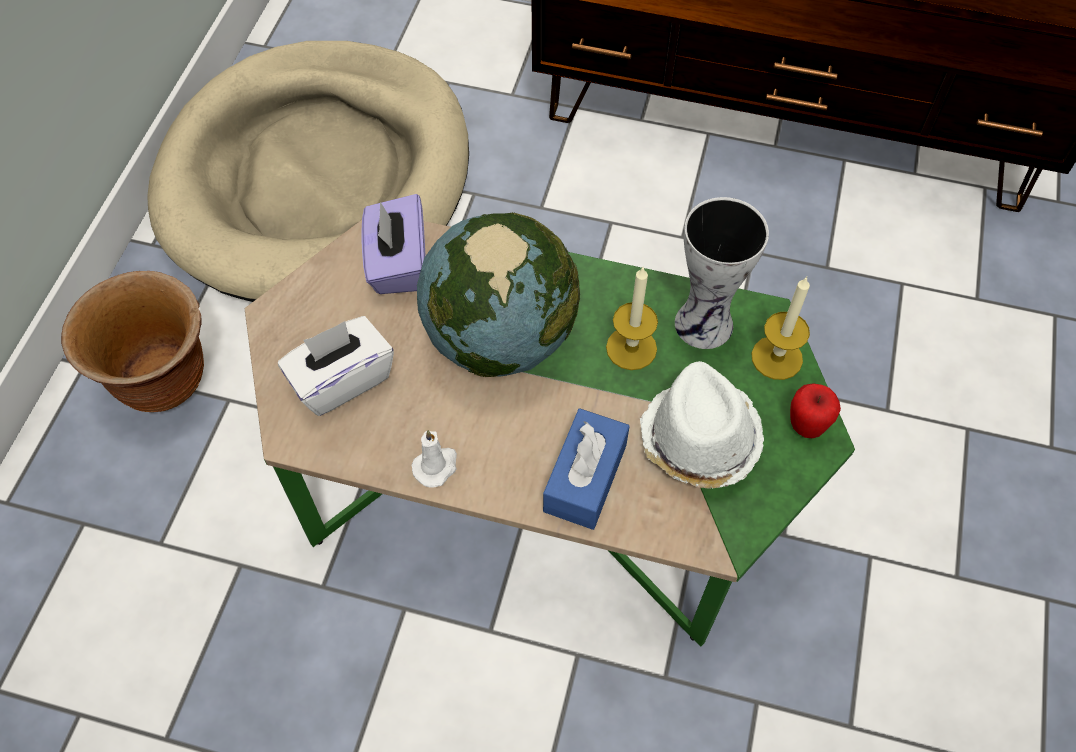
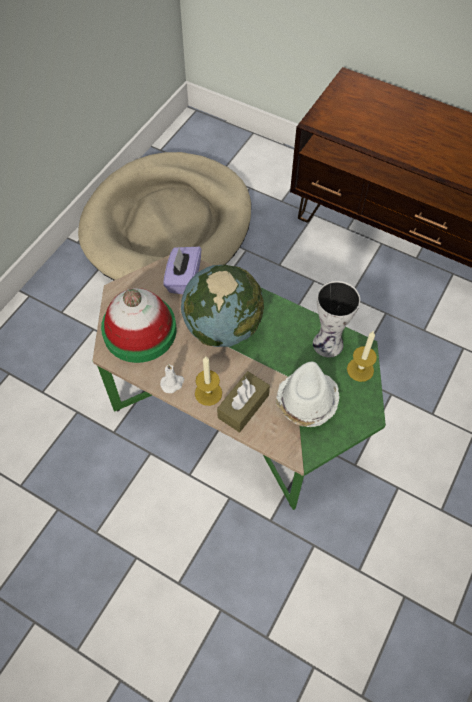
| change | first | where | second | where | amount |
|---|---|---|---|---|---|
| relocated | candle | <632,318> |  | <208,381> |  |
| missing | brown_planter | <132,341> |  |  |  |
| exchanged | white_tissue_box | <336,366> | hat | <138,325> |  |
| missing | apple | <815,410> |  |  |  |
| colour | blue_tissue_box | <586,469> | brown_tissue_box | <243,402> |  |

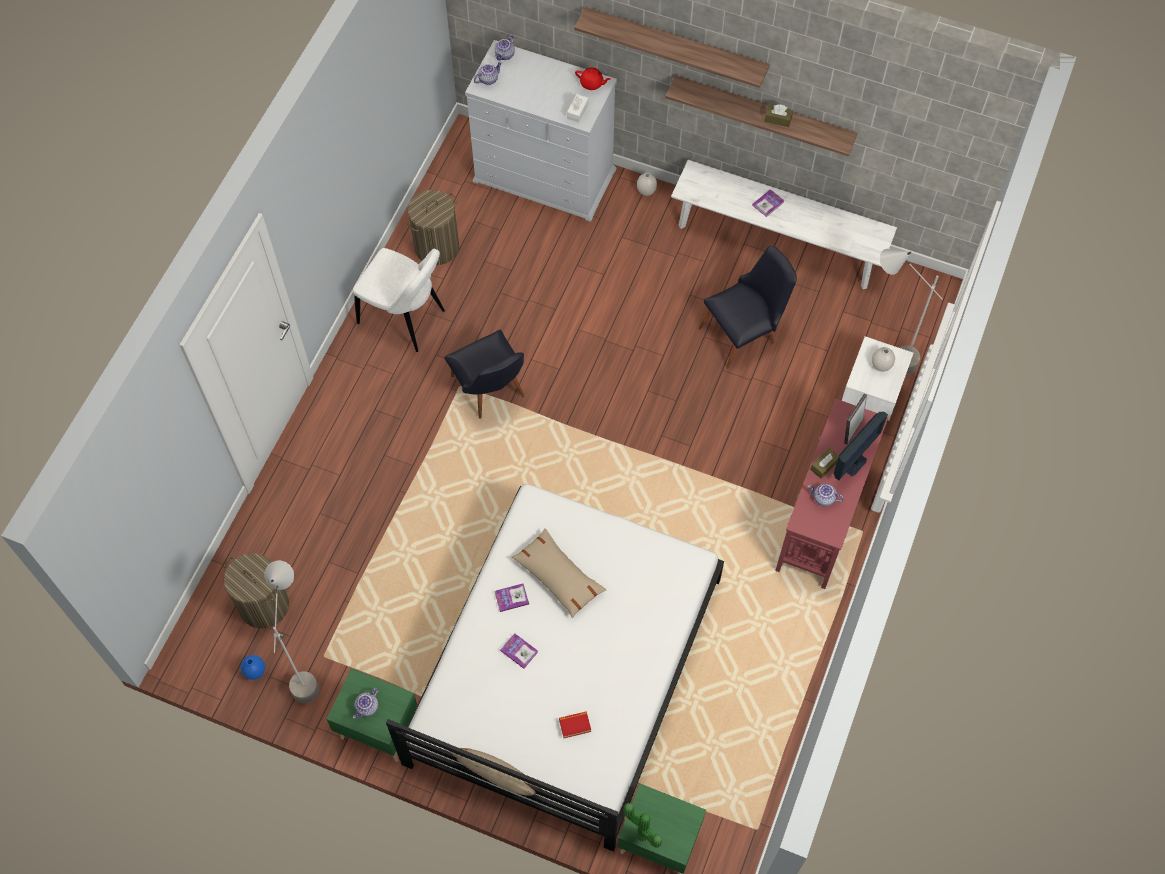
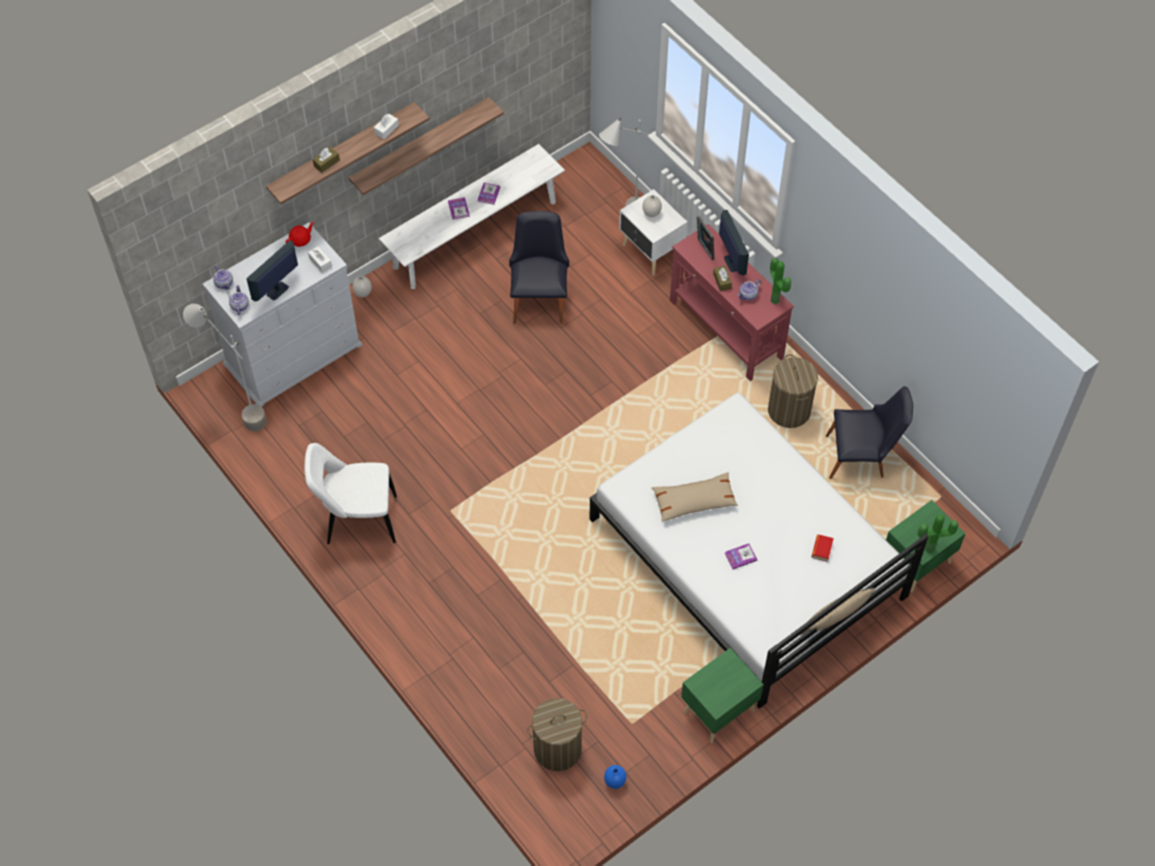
| change | first | where | second | where | amount |
|---|---|---|---|---|---|
| relocated | brown_tissue_box | <778,115> |  | <326,160> |  |
| relocated | laundry_basket | <433,227> |  | <793,391> |  |
| spun | white_chair | <398,300> |  | <350,493> | 150 degrees counterclockwise |
| relocated | black_chair | <485,374> |  | <869,432> |  |
| relocated | grey_floor_lamp | <291,632> |  | <225,368> |  |
| relocated | book | <512,597> |  | <488,194> |  |
| missing | teapot | <366,703> |  |  |  |
| appeared |  |  | white_tissue_box | <386,126> |  |
| appeared |  |  | monitor | <272,270> |  |
| appeared |  |  | potted_plant | <780,281> |  |

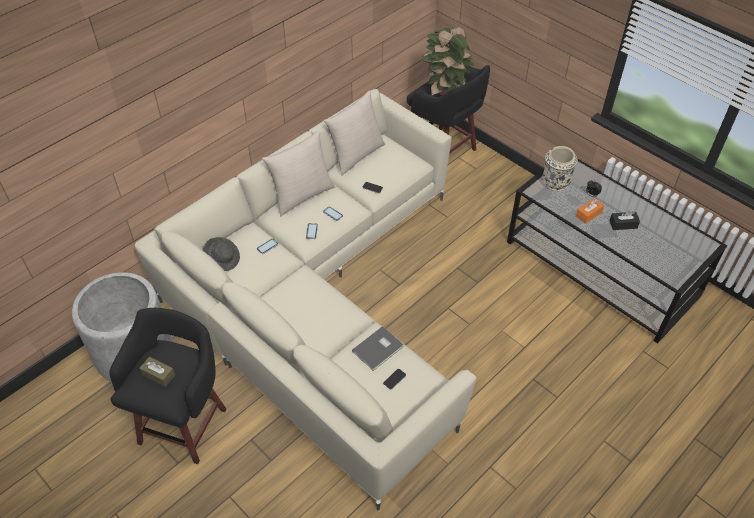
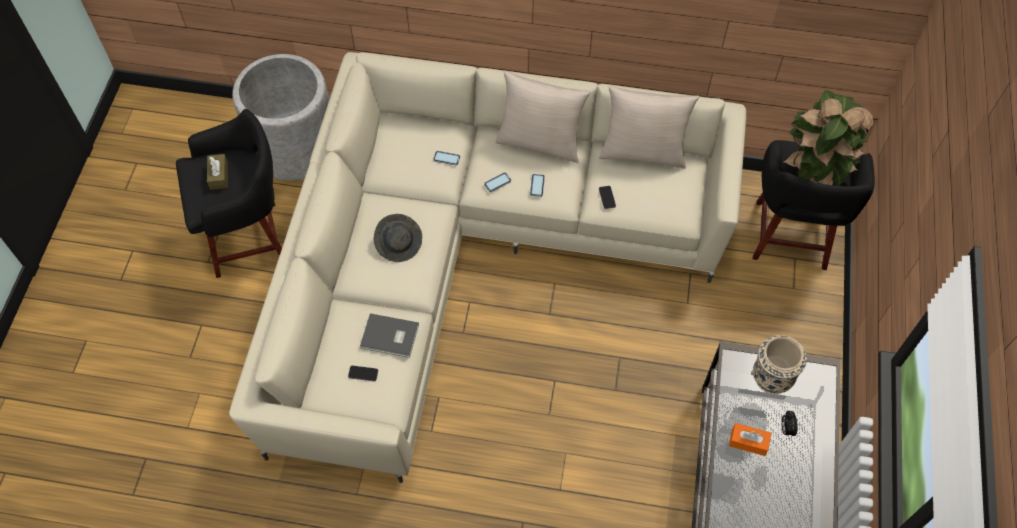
| change | first | where | second | where | amount |
|---|---|---|---|---|---|
| missing | black_tissue_box | <625,220> |  |  |  |
| relocated | grey_hat | <221,254> |  | <398,238> |  |

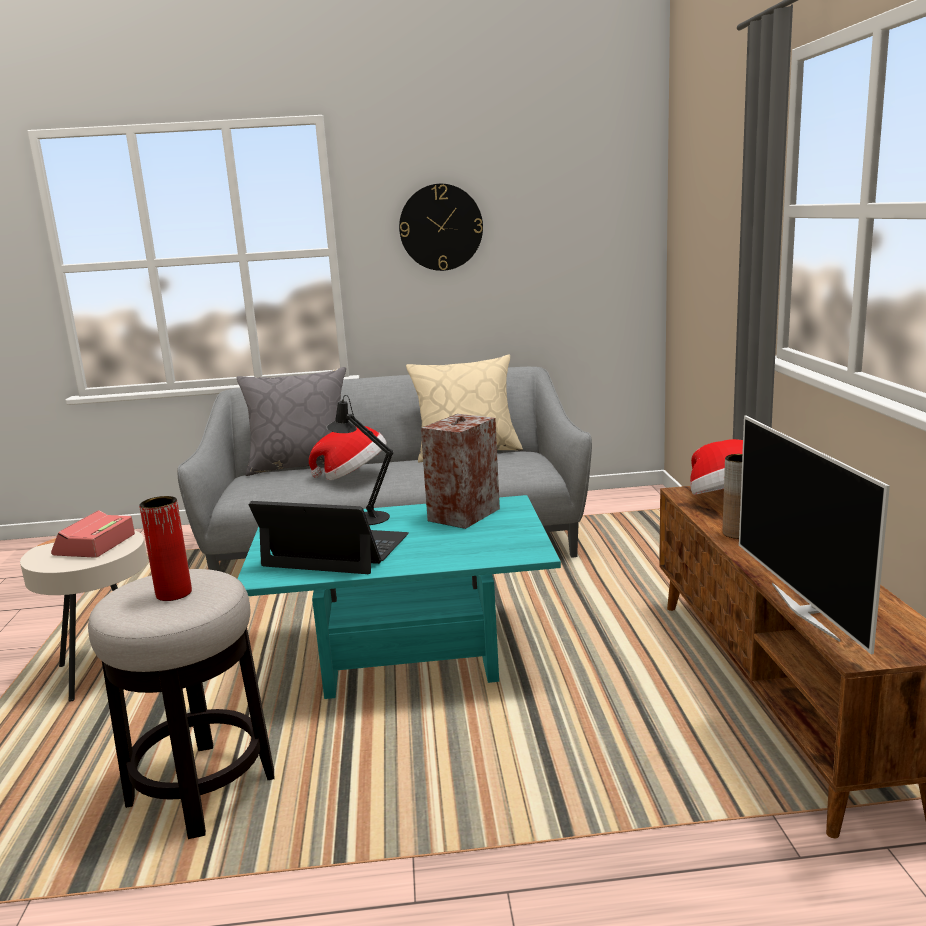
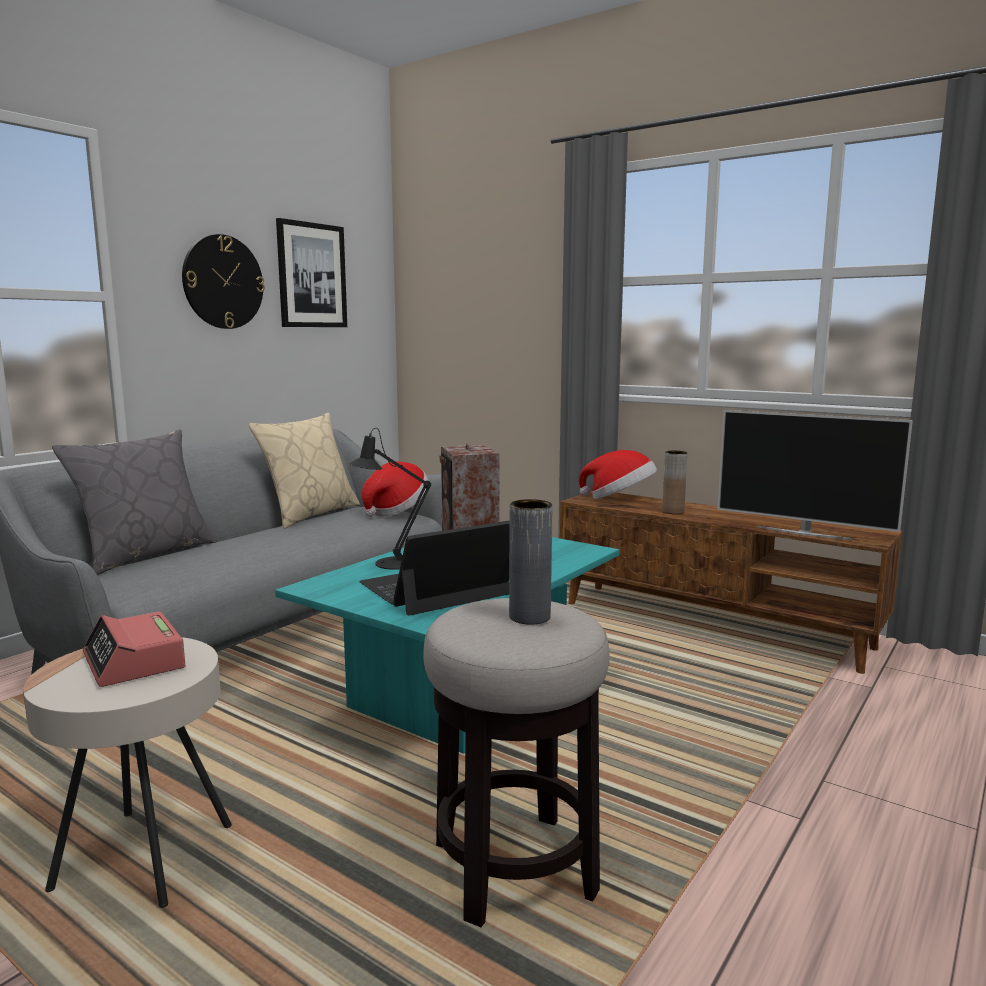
| change | first | where | second | where | amount |
|---|---|---|---|---|---|
| relocated | hat | <348,452> |  | <395,489> |  |
| colour | red_vase | <165,548> | grey_vase | <530,562> |  |
| appeared |  |  | picture | <311,272> |  |

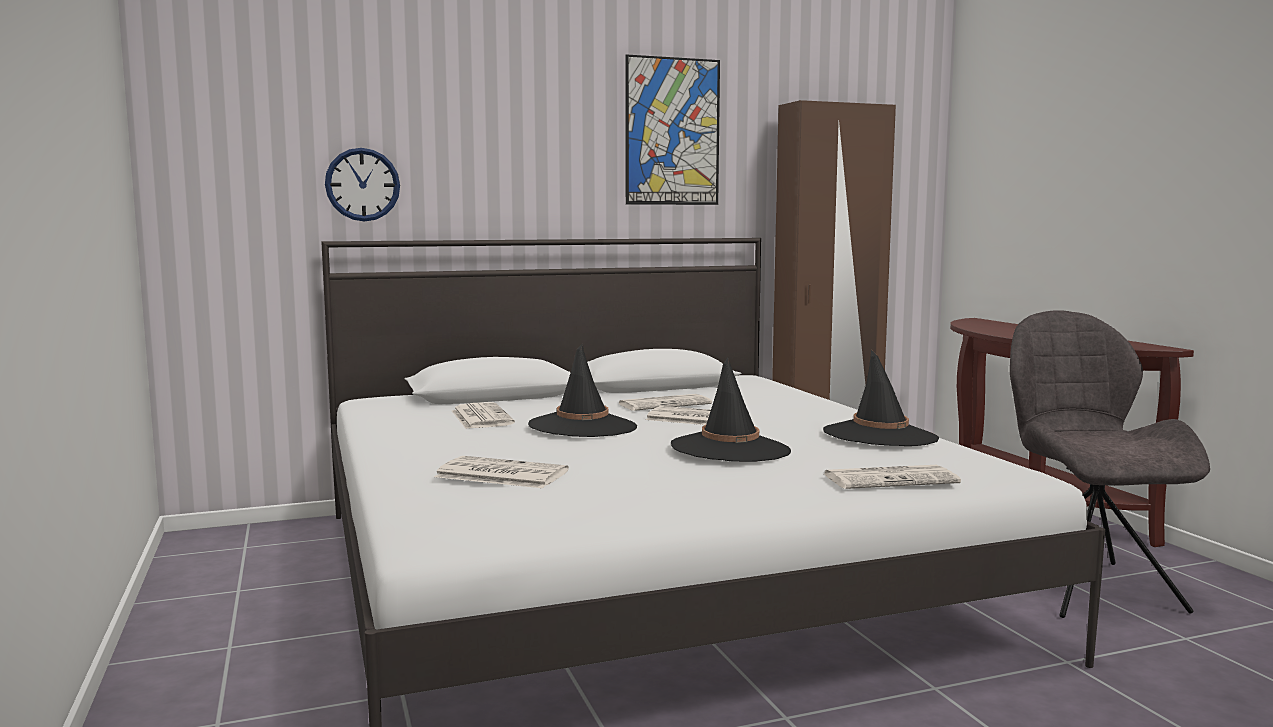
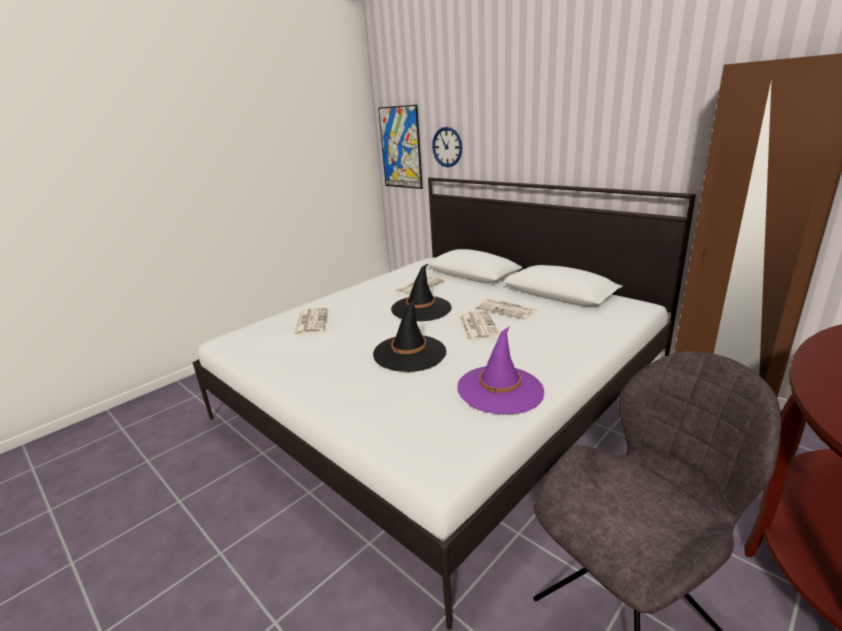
| change | first | where | second | where | amount |
|---|---|---|---|---|---|
| relocated | picture | <672,129> |  | <400,147> |  |
| colour | black_hat | <881,398> | purple_hat | <501,370> |  |
| missing | newspaper | <892,477> |  |  |  |

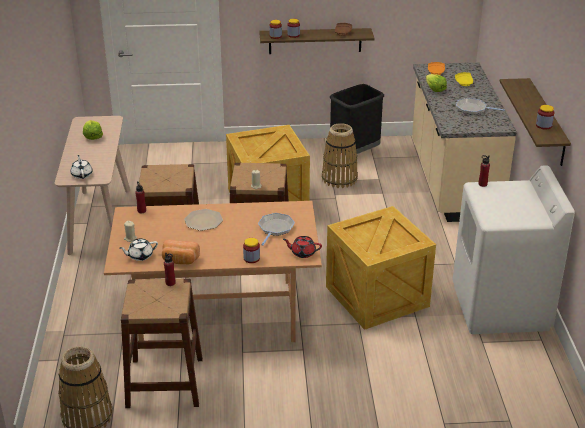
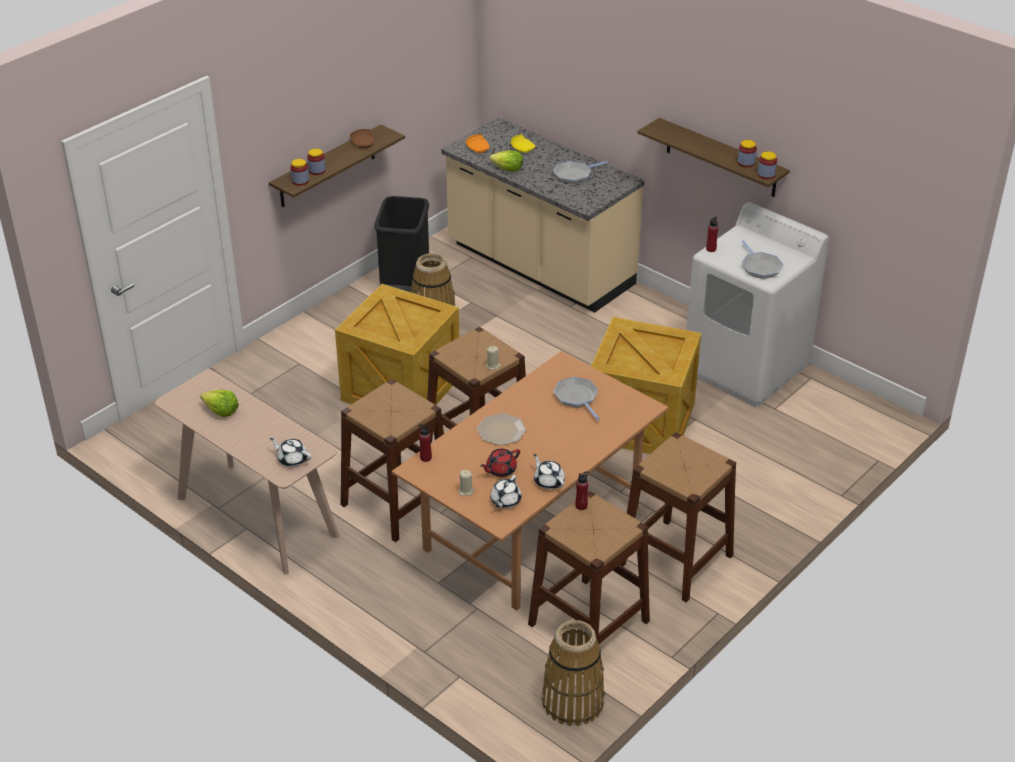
| change | first | where | second | where | amount |
|---|---|---|---|---|---|
| relocated | red_teapot | <302,247> |  | <500,463> |  |
| relocated | jar | <251,250> |  | <767,165> |  |
| exchanged | bread | <181,252> | white_teapot | <549,471> |  |
| appeared |  |  | frying_pan | <762,260> |  |
| appeared |  |  | brown_stool | <678,517> |  |

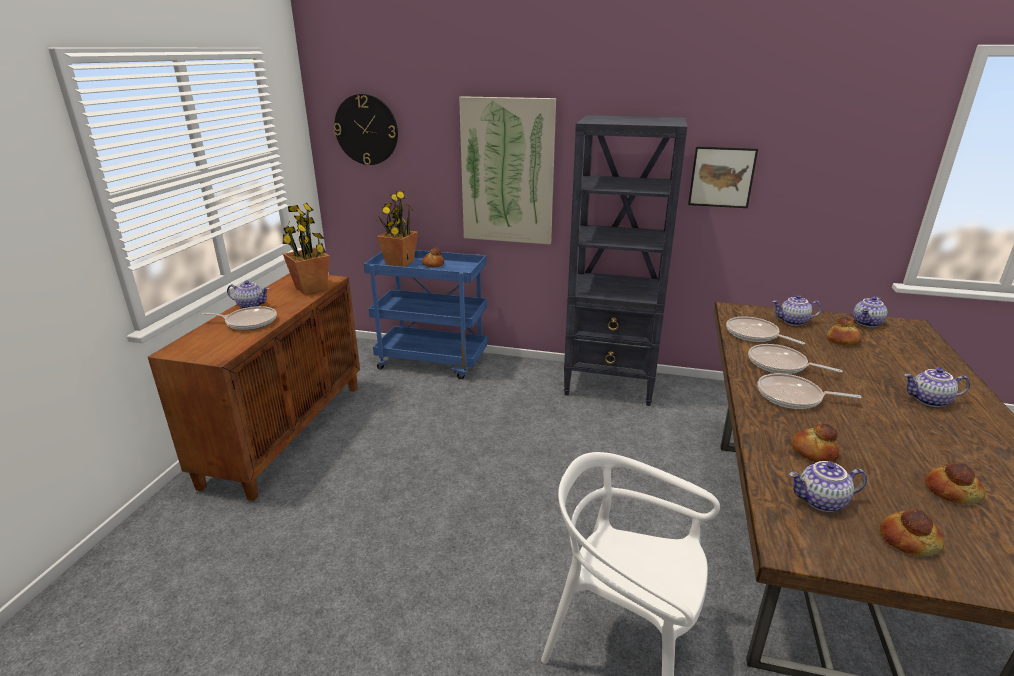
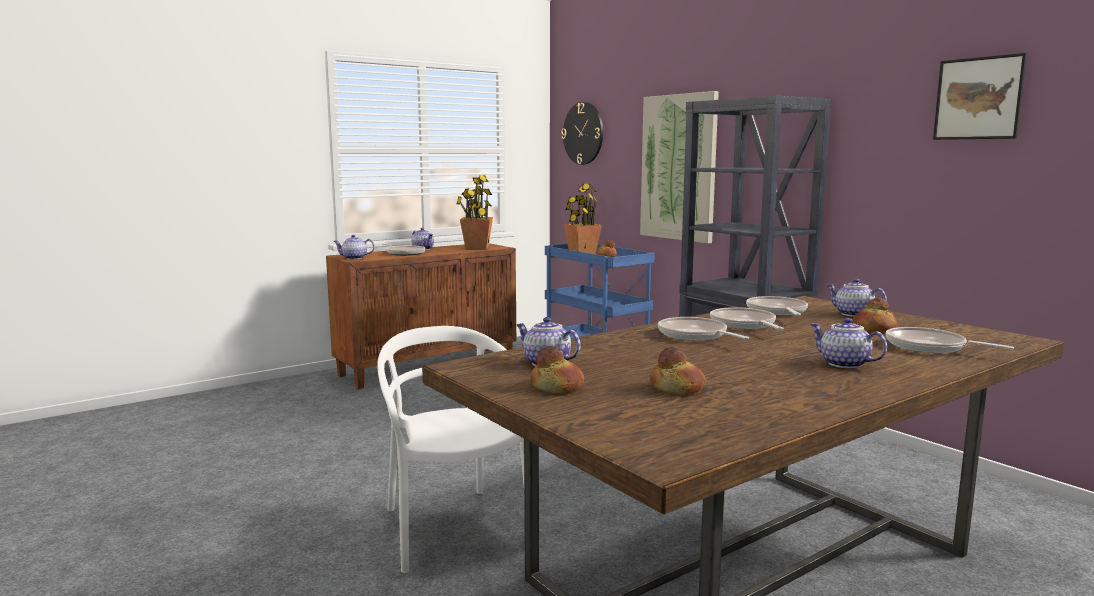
| change | first | where | second | where | amount |
|---|---|---|---|---|---|
| relocated | picture | <723,177> |  | <980,96> |  |
| relocated | teapot | <870,312> |  | <354,247> |  |
| missing | bread | <815,443> |  |  |  |
| appeared |  |  | frying_pan | <950,340> |  |

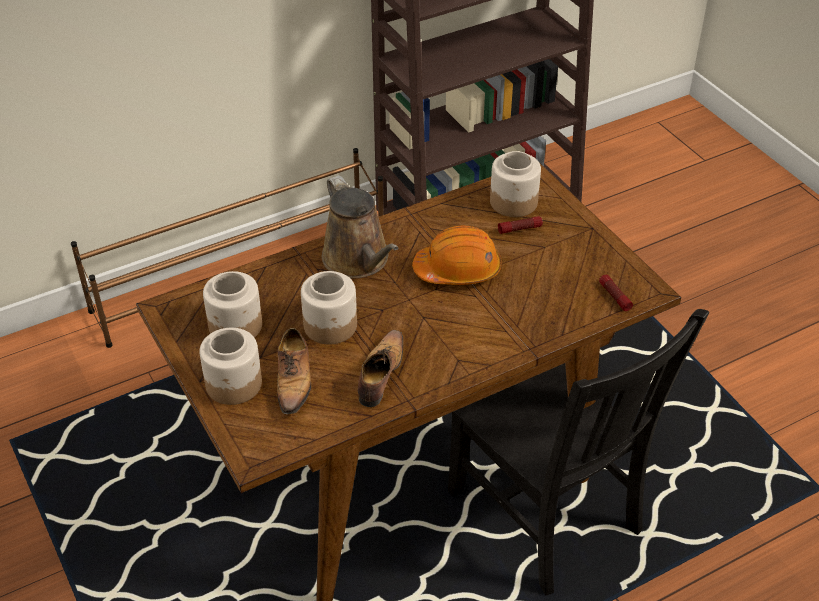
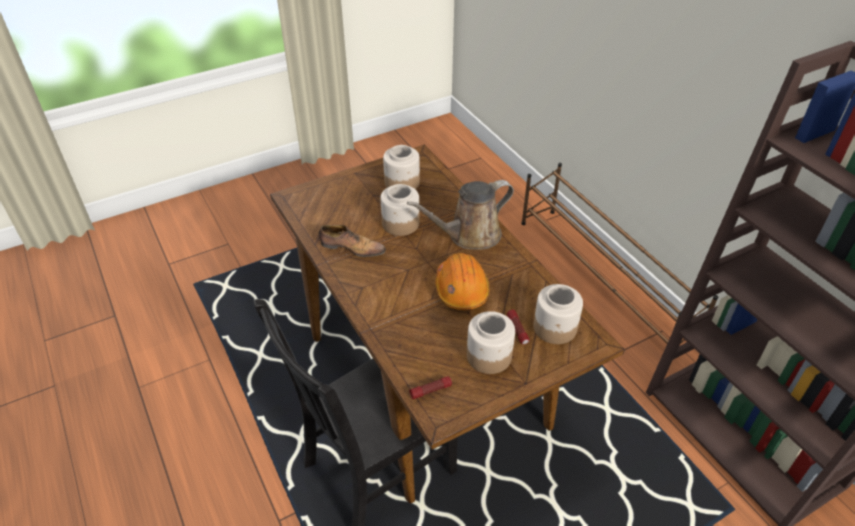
| change | first | where | second | where | amount |
|---|---|---|---|---|---|
| relocated | jar | <230,366> |  | <491,342> |  |
| missing | shoe | <294,372> |  |  |  |

